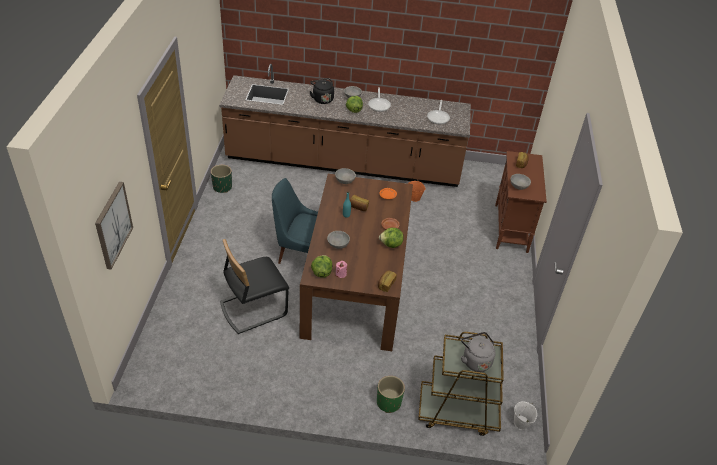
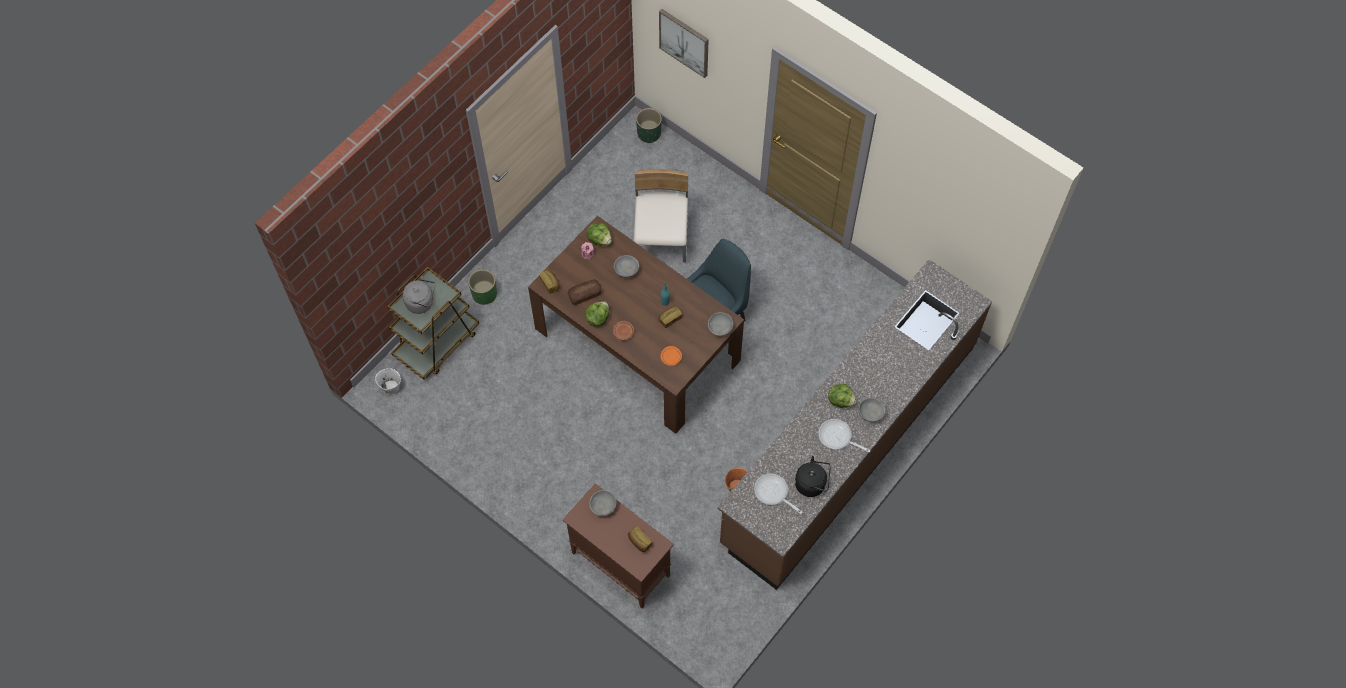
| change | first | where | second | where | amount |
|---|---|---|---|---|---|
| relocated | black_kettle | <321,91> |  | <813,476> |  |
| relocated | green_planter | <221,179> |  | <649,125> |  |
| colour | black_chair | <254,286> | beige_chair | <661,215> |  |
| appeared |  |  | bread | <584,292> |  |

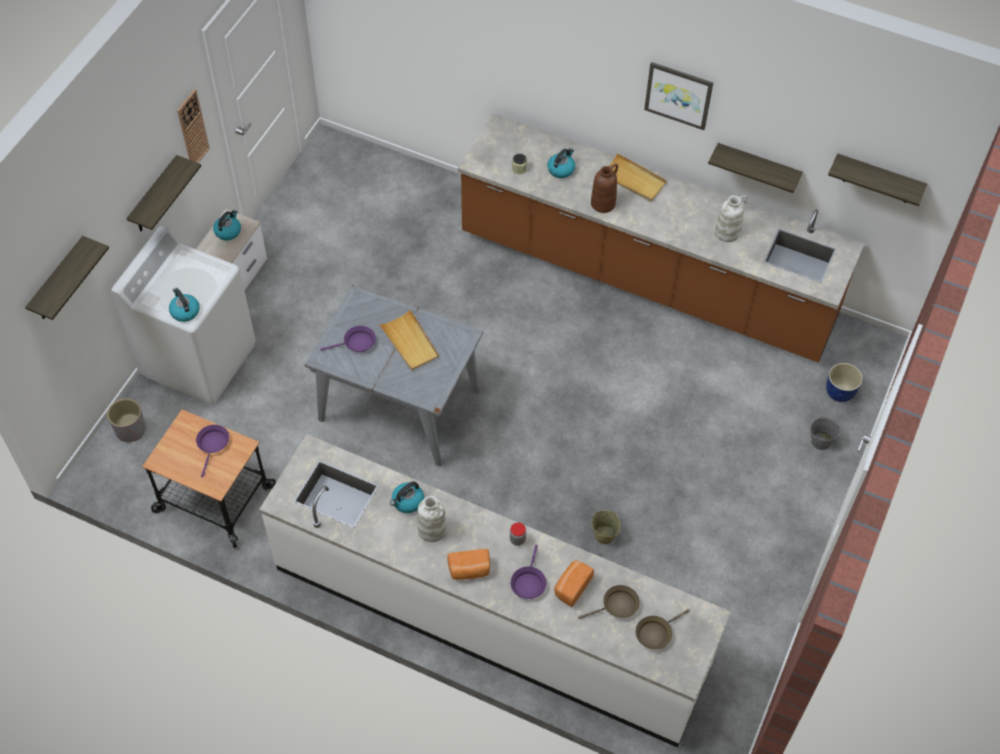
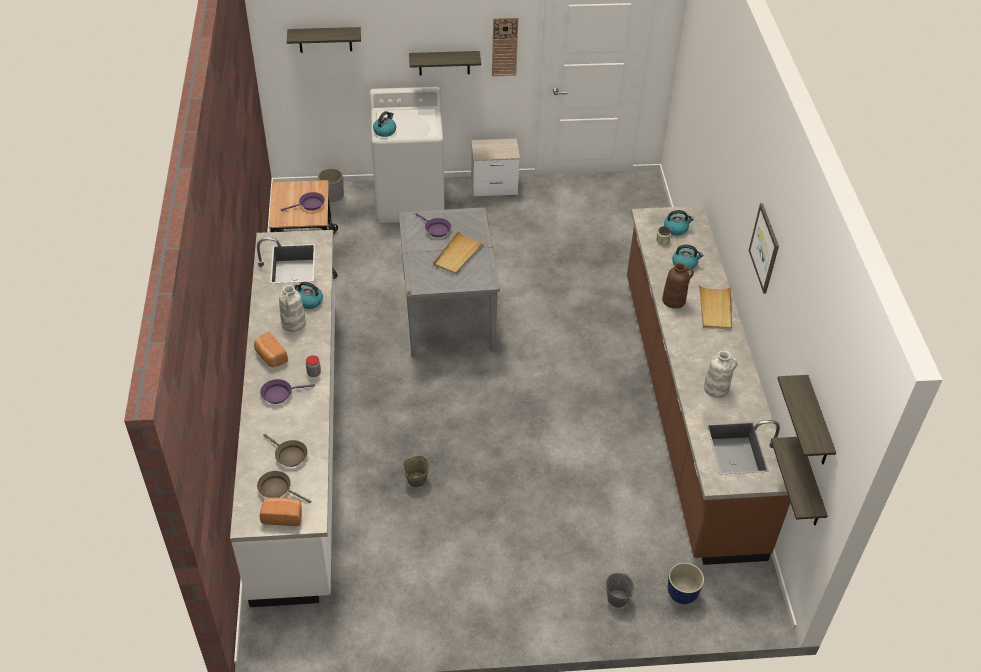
| change | first | where | second | where | amount |
|---|---|---|---|---|---|
| relocated | shelf | <755,168> |  | <799,481> |  |
| relocated | kettle | <227,225> |  | <679,223> |  |
| relocated | bread | <574,583> |  | <281,511> |  |

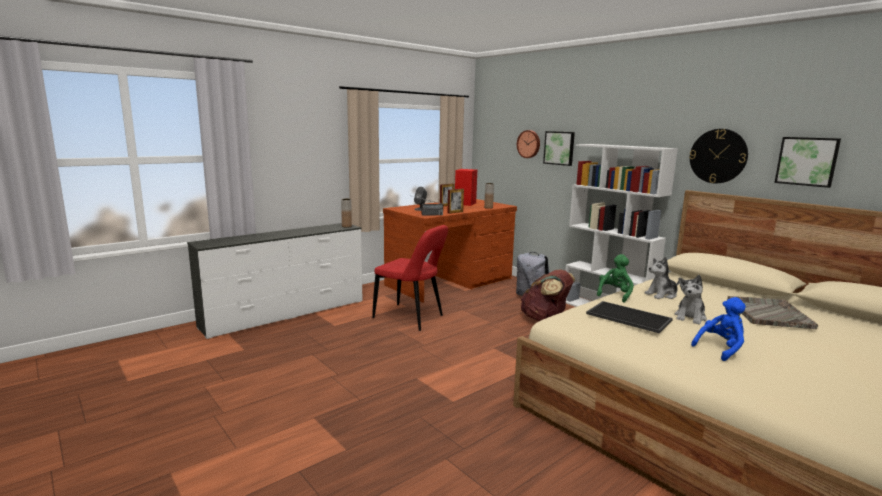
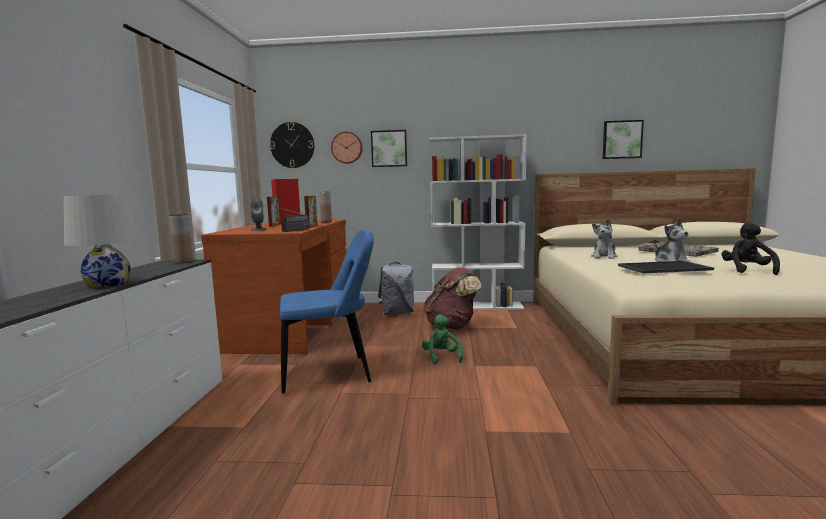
| change | first | where | second | where | amount |
|---|---|---|---|---|---|
| relocated | wall_clock | <718,156> |  | <292,145> |  |
| colour | red_chair | <410,278> | blue_chair | <327,311> |  |
| relocated | green_plush_toy | <615,278> |  | <442,339> |  |
| colour | blue_plush_toy | <718,329> | black_plush_toy | <750,248> |  |
| appeared |  |  | white_table_lamp | <101,241> |  |

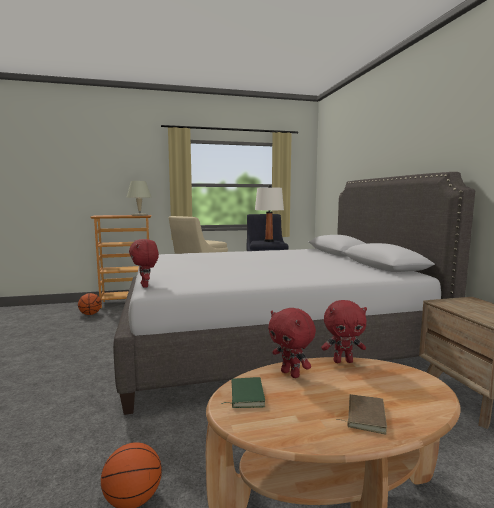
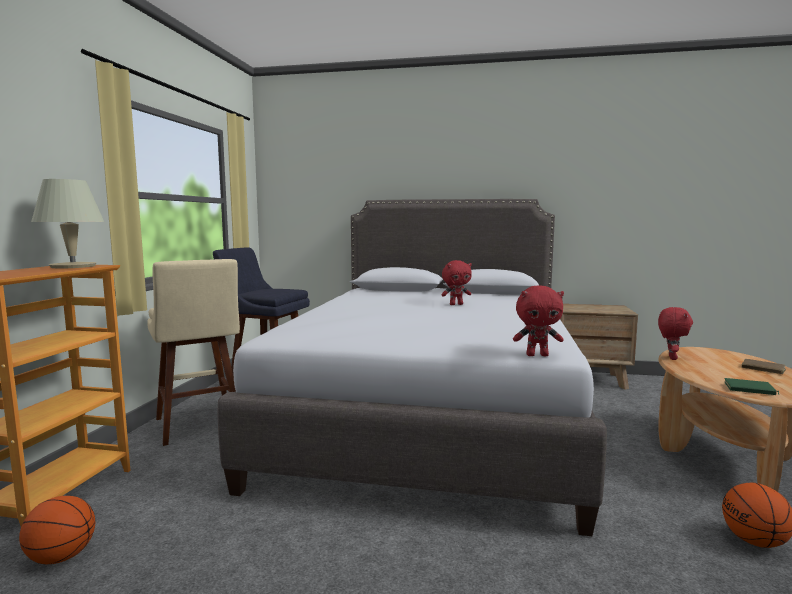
| change | first | where | second | where | amount |
|---|---|---|---|---|---|
| missing | white_table_lamp | <269,213> |  |  |  |
| relocated | red_plush_toy | <292,343> |  | <456,282> |  |

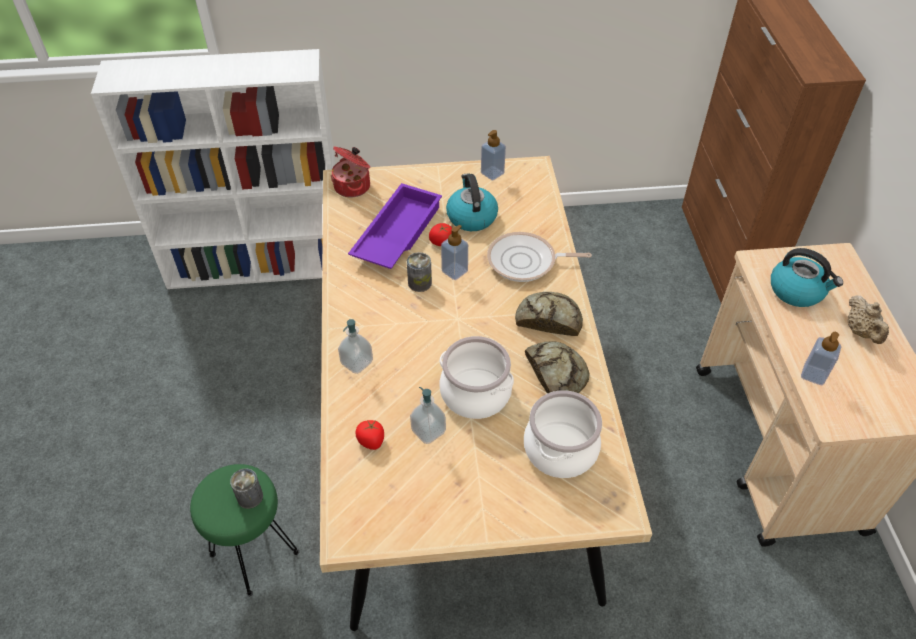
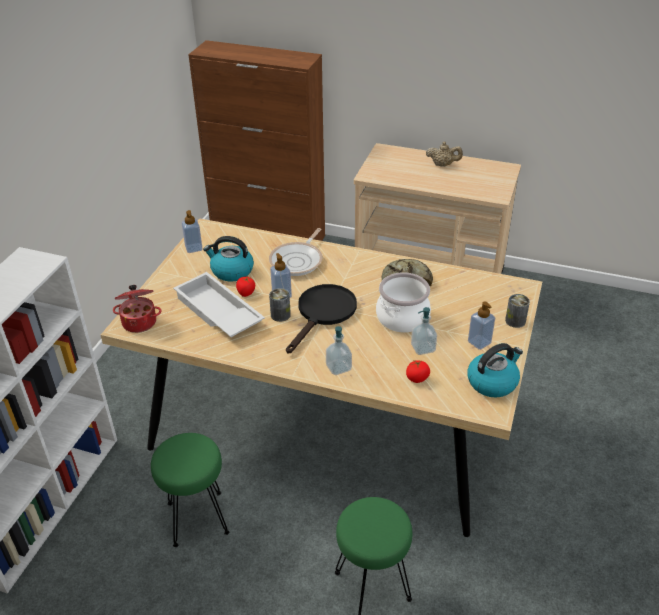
| change | first | where | second | where | amount |
|---|---|---|---|---|---|
| colour | purple_tray | <395,226> | white_tray | <219,304> |  |
| relocated | kettle | <807,277> |  | <495,370> |  |
| missing | bread | <549,314> |  |  |  |
| relocated | soap_dispenser | <821,358> |  | <481,326> |  |
| missing | cooking_pot | <563,434> |  |  |  |
| relocated | can | <246,488> |  | <517,311> |  |
| appeared |  |  | black_frying_pan | <321,319> |  |
| appeared |  |  | green_stool | <190,490> |  |

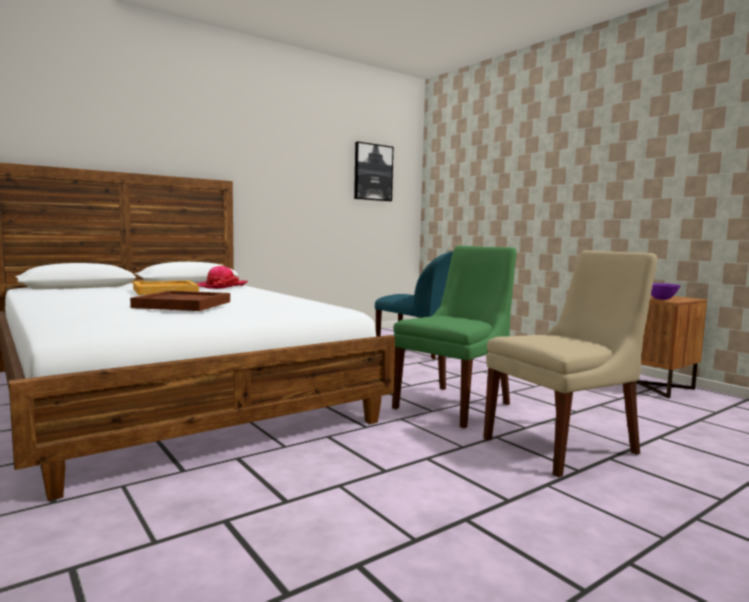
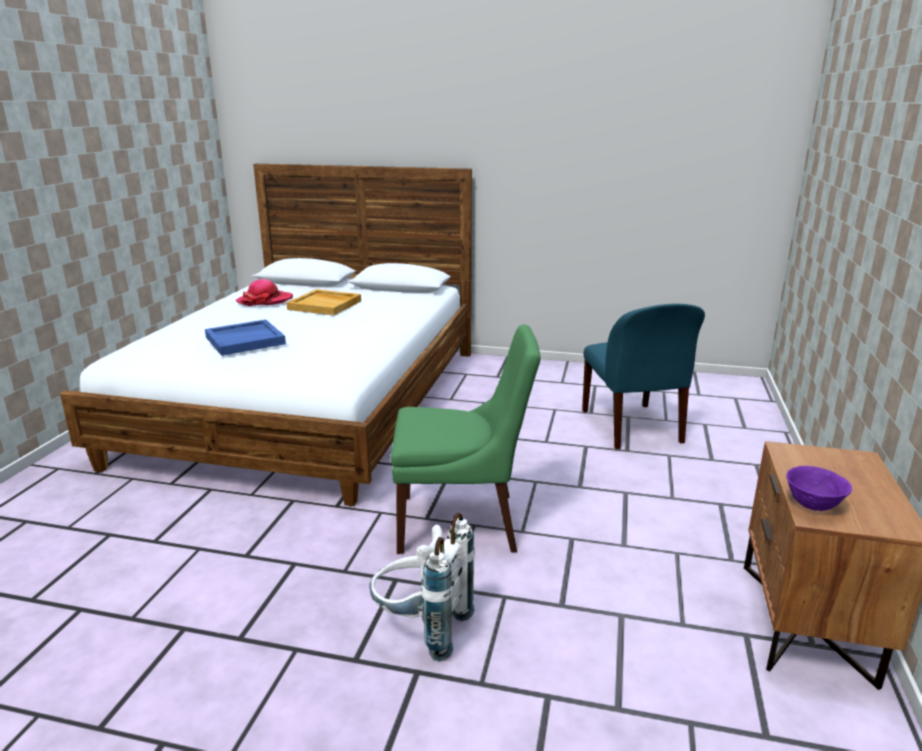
| change | first | where | second | where | amount |
|---|---|---|---|---|---|
| missing | picture | <373,171> |  |  |  |
| exchanged | beige_chair | <570,363> | white_backpack | <422,587> |  |
| relocated | hat | <222,277> |  | <264,292> |  |
| colour | brown_tray | <180,301> | blue_tray | <245,337> |  |

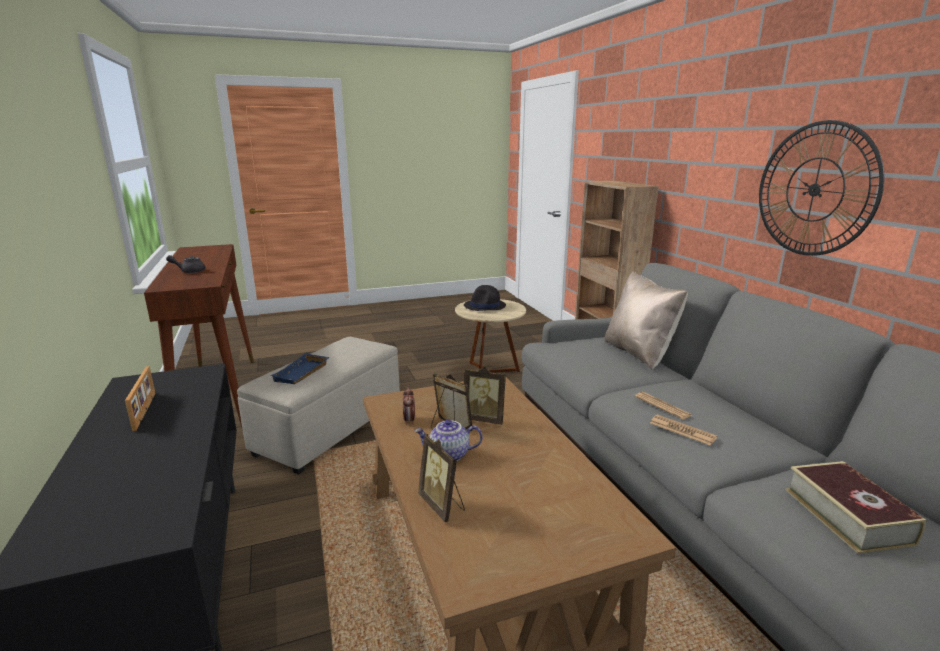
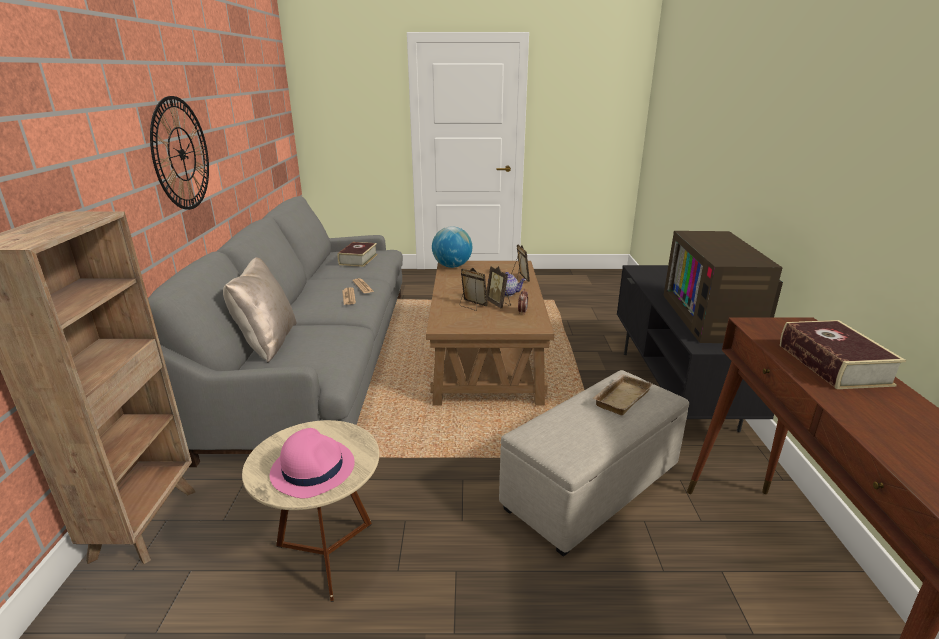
| change | first | where | second | where | amount |
|---|---|---|---|---|---|
| exchanged | grey_teapot | <185,264> | book | <843,354> |  |
| colour | black_hat | <485,298> | pink_hat | <312,463> |  |
| colour | blue_tray | <300,368> | beige_tray | <622,395> |  |
| exchanged | picture_frame | <140,398> | television | <723,287> |  |
| appeared |  |  | globe | <452,247> |  |

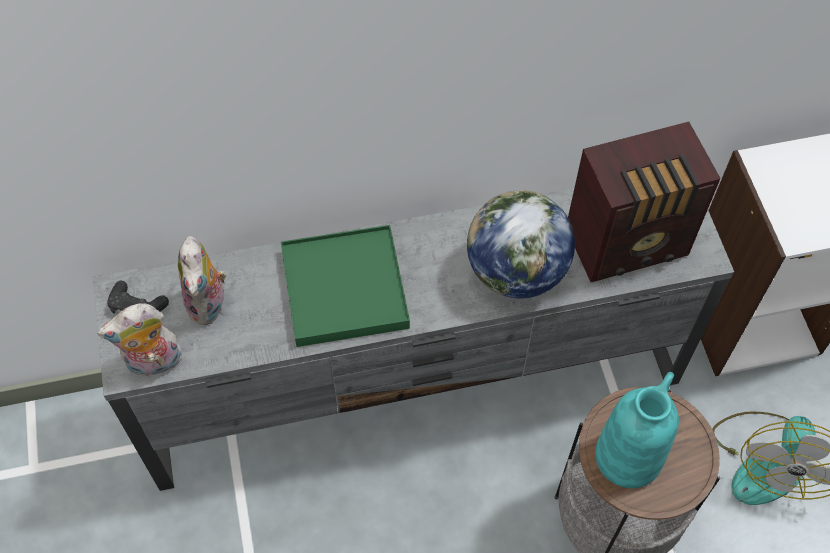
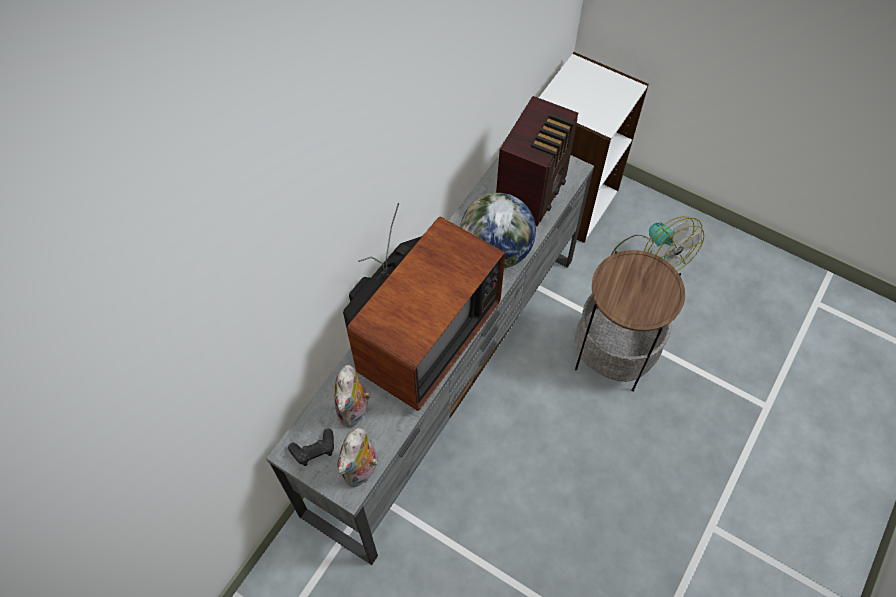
| change | first | where | second | where | amount |
|---|---|---|---|---|---|
| exchanged | green_tray | <345,286> | television | <424,307> |  |
| spun | plush_toy | <202,280> |  | <352,396> | 60 degrees clockwise |
| missing | turquoise_vase | <637,430> |  |  |  |

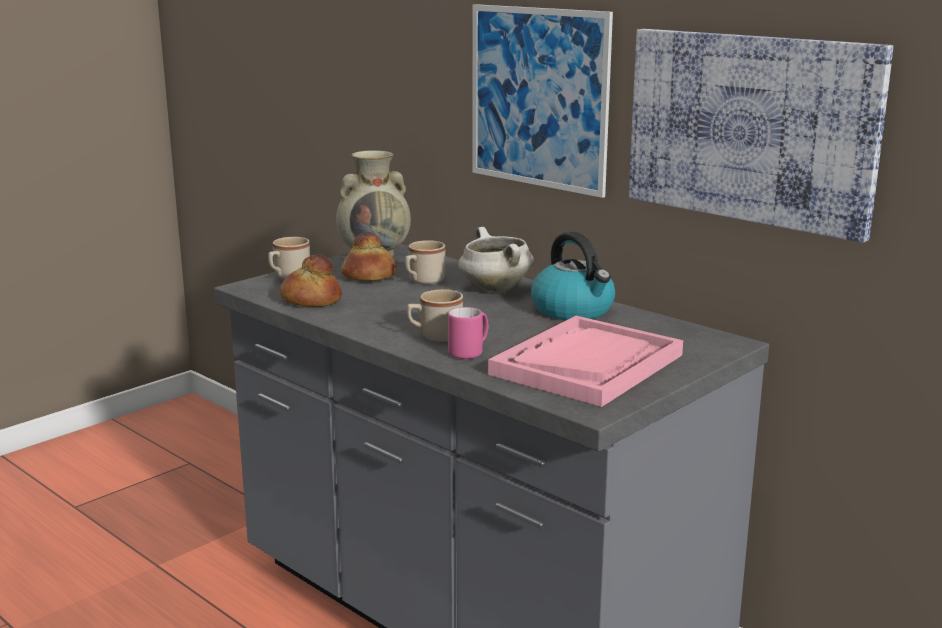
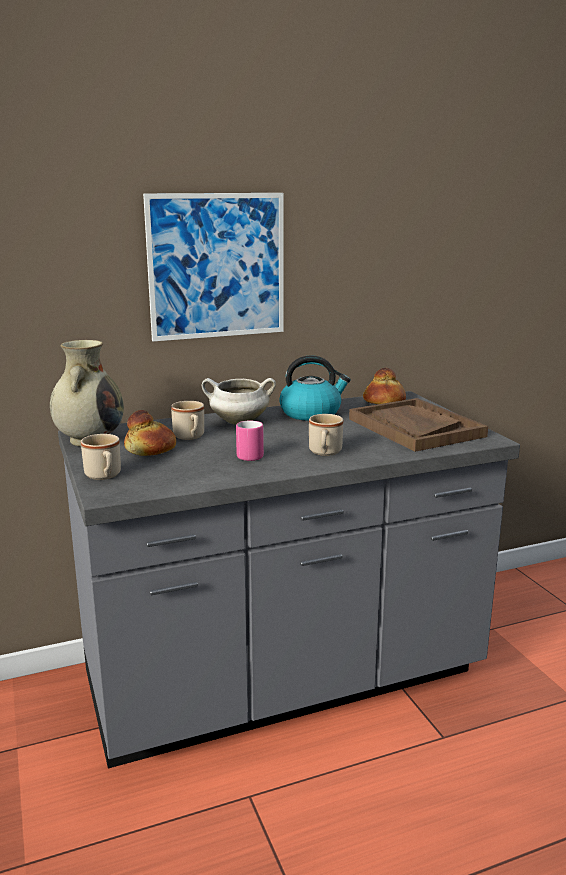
| change | first | where | second | where | amount |
|---|---|---|---|---|---|
| missing | picture | <761,136> |  |  |  |
| relocated | bread | <311,280> |  | <384,386> |  |
| relocated | pink_mug | <468,333> |  | <250,440> |  |
| colour | pink_tray | <585,361> | brown_tray | <418,425> |  |

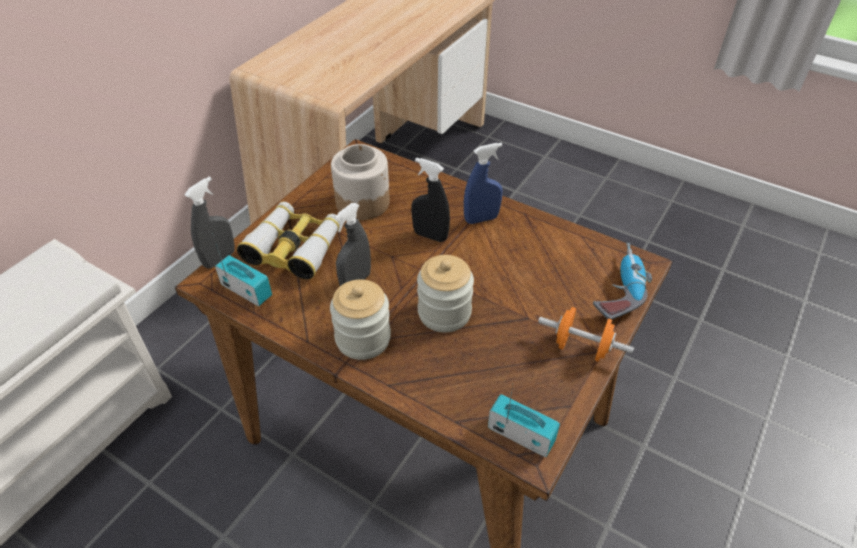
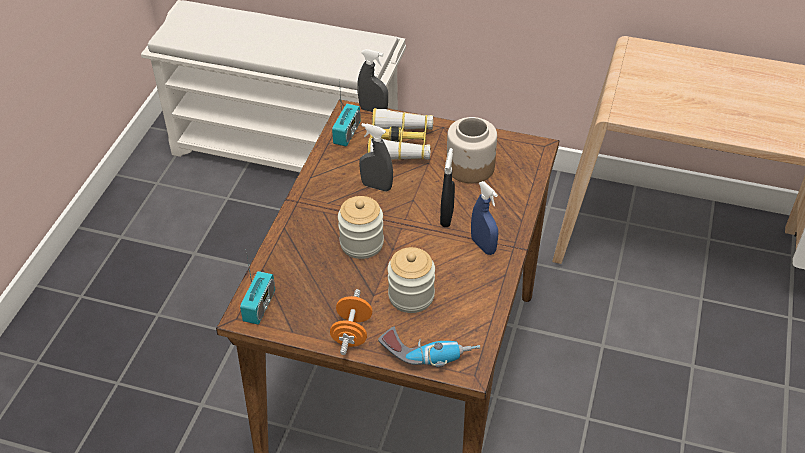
| change | first | where | second | where | amount |
|---|---|---|---|---|---|
| relocated | jar | <360,320> |  | <411,280> |  |

